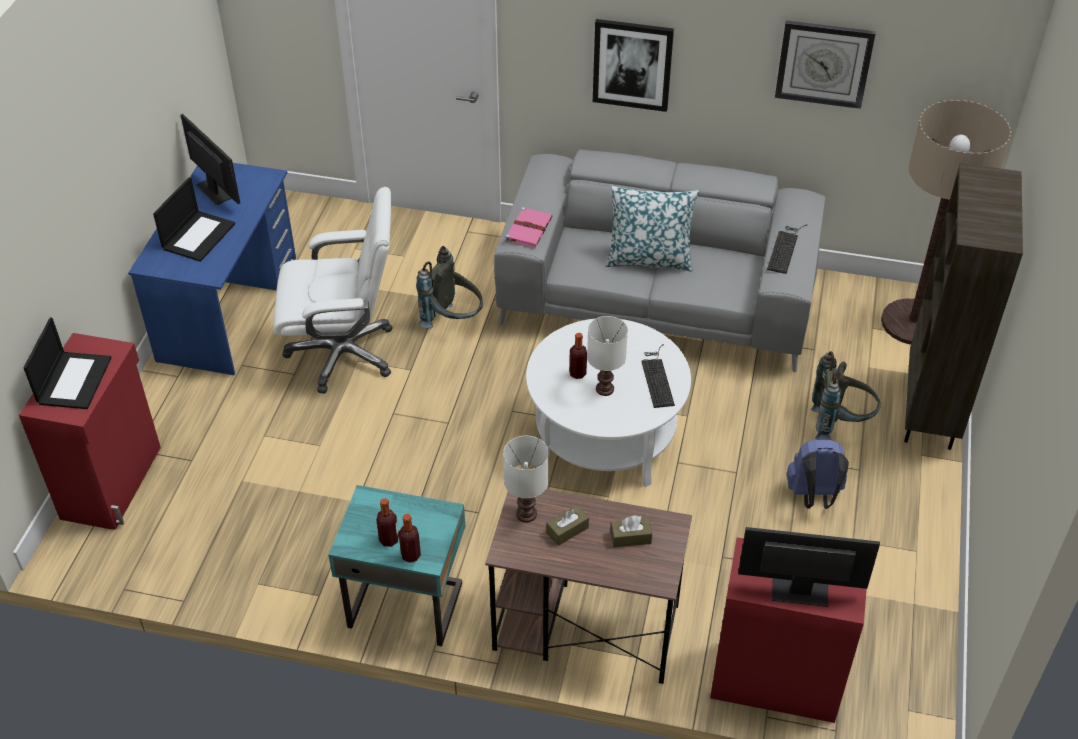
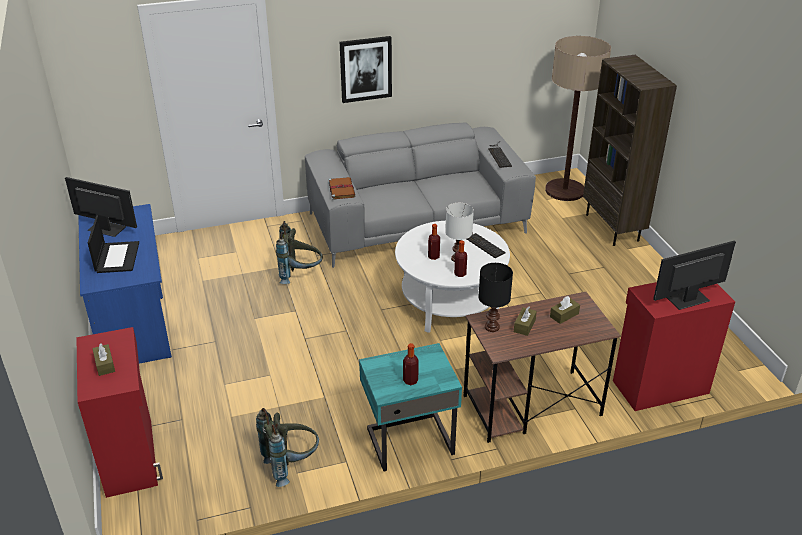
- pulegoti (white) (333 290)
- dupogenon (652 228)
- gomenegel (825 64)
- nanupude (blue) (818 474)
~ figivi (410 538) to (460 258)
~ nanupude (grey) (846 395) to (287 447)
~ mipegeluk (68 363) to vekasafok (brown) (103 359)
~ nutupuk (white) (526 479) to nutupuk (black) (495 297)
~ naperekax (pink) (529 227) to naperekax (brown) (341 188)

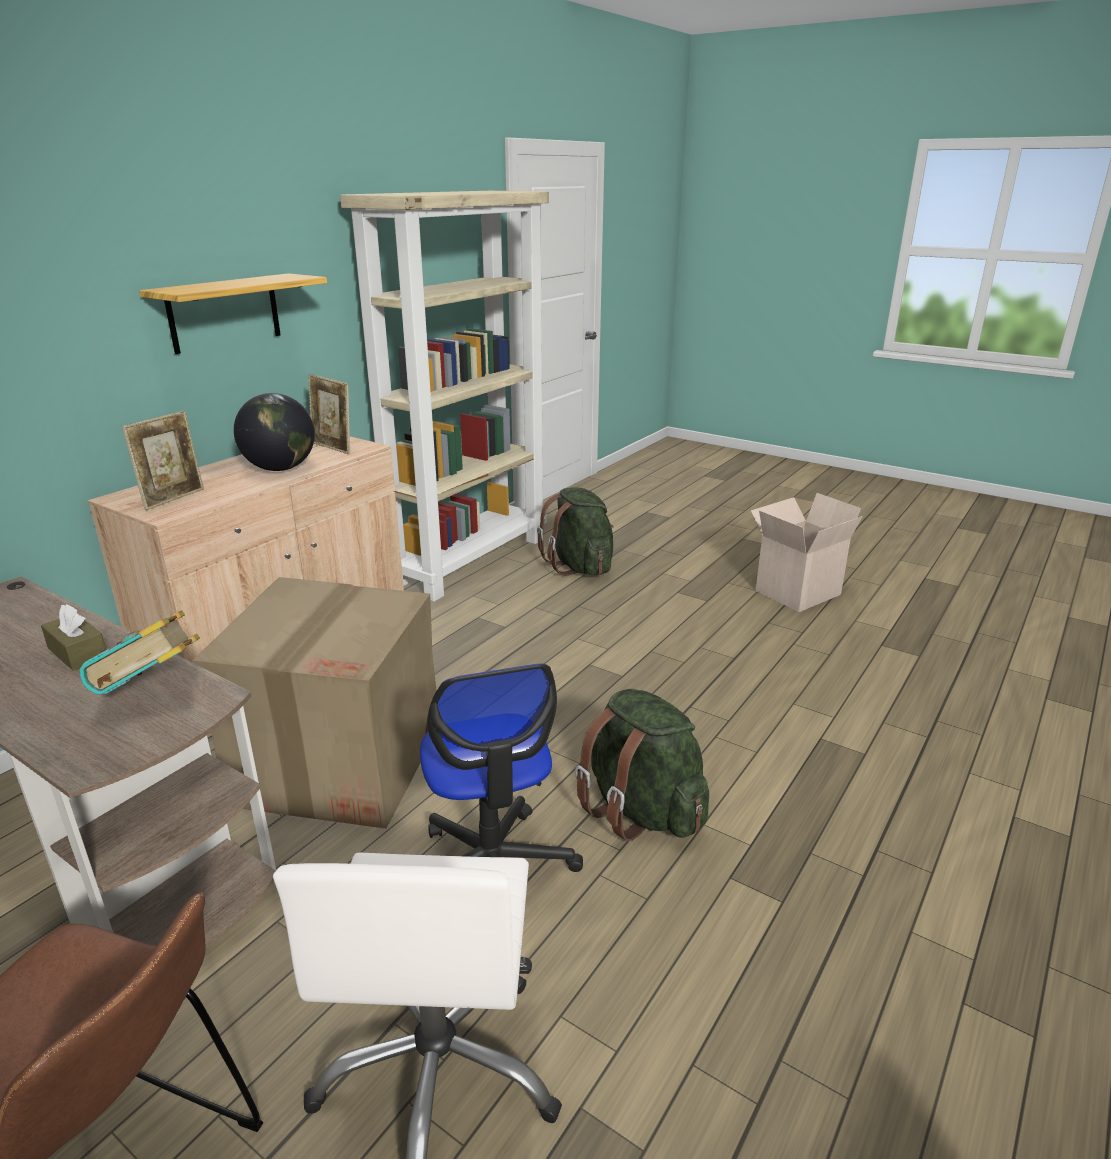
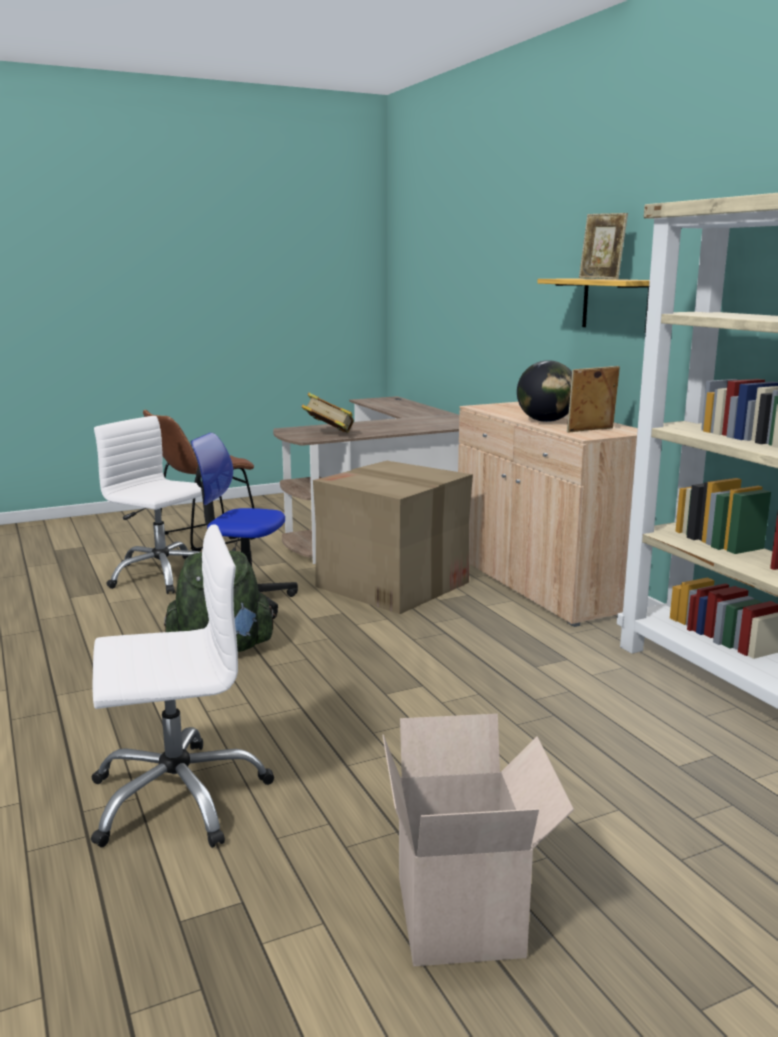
- vekasafok (brown) (73 637)
- nanupude (green) (575 531)
+ pulegoti (white) (182 686)
~ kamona (163 460) to (603 246)

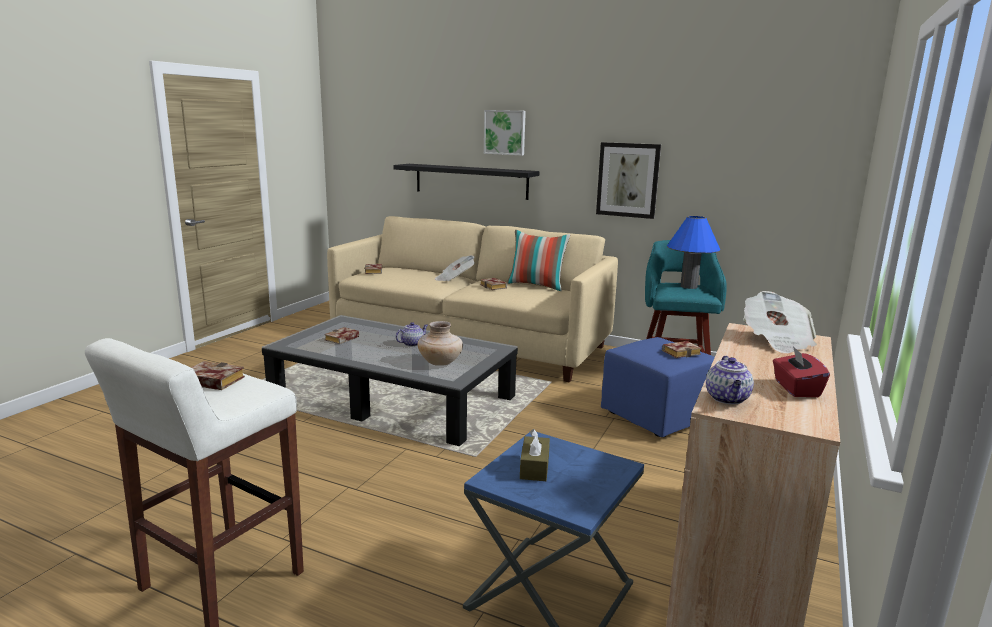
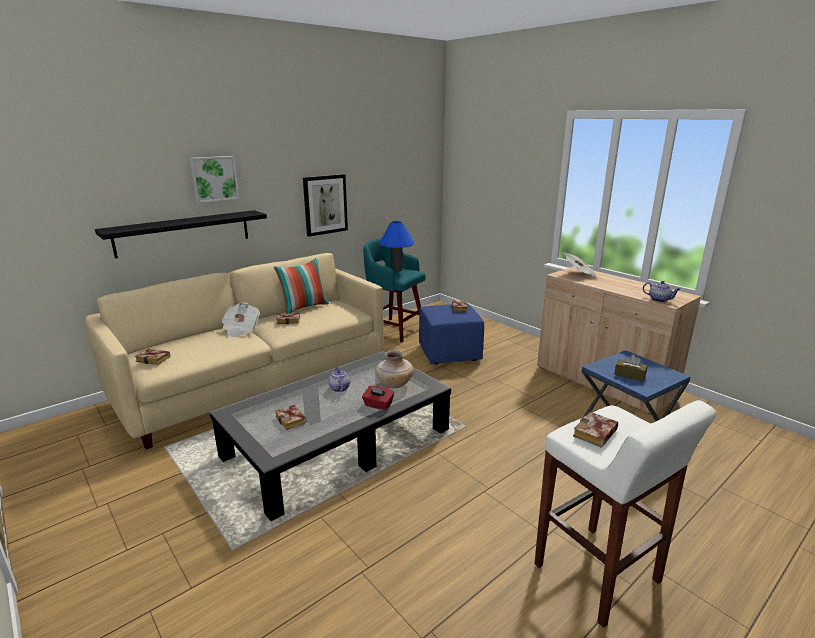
~ vekasafok (red) (801 371) to (378 398)

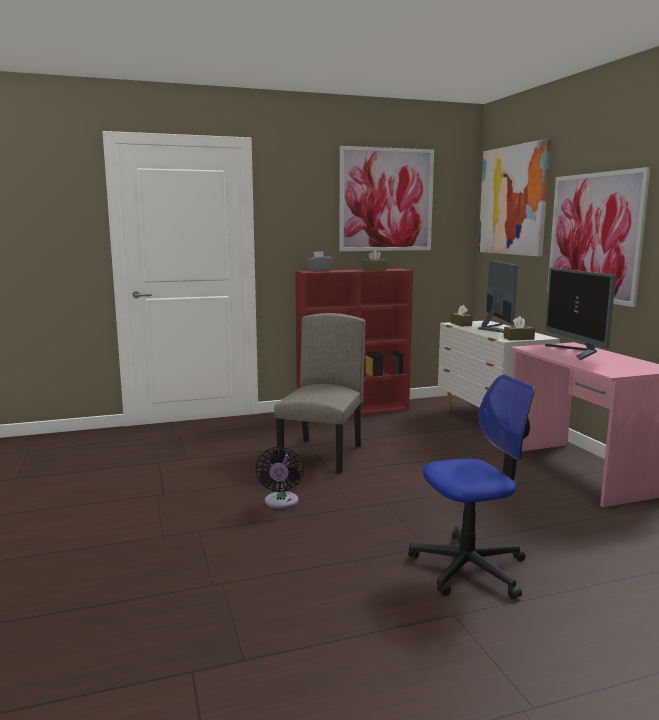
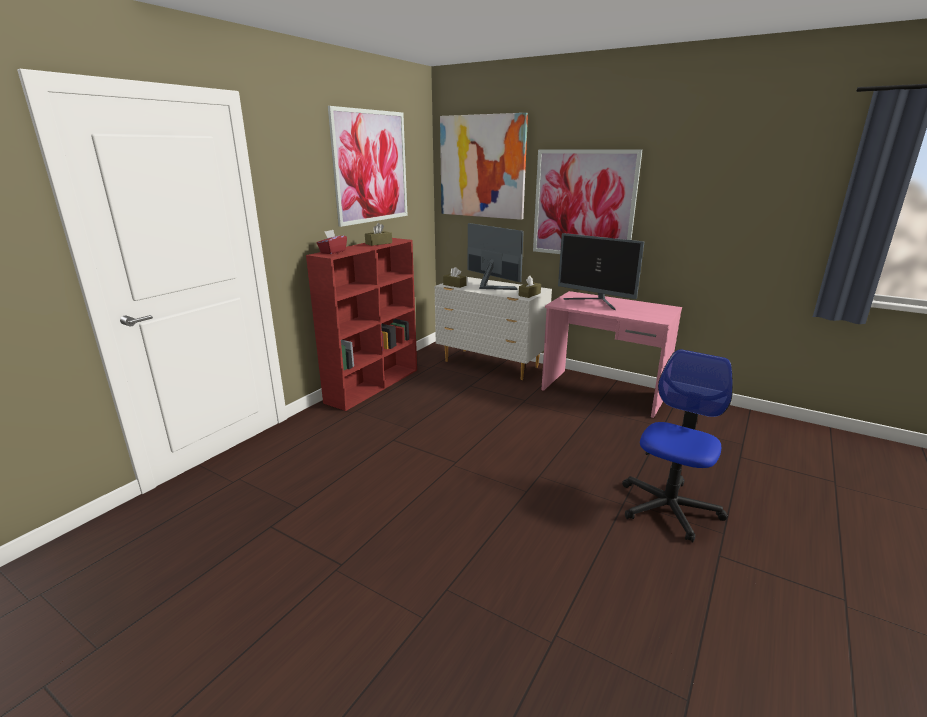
- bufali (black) (279 477)
- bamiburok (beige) (319 393)
~ vekasafok (grey) (319 261) to vekasafok (red) (332 242)

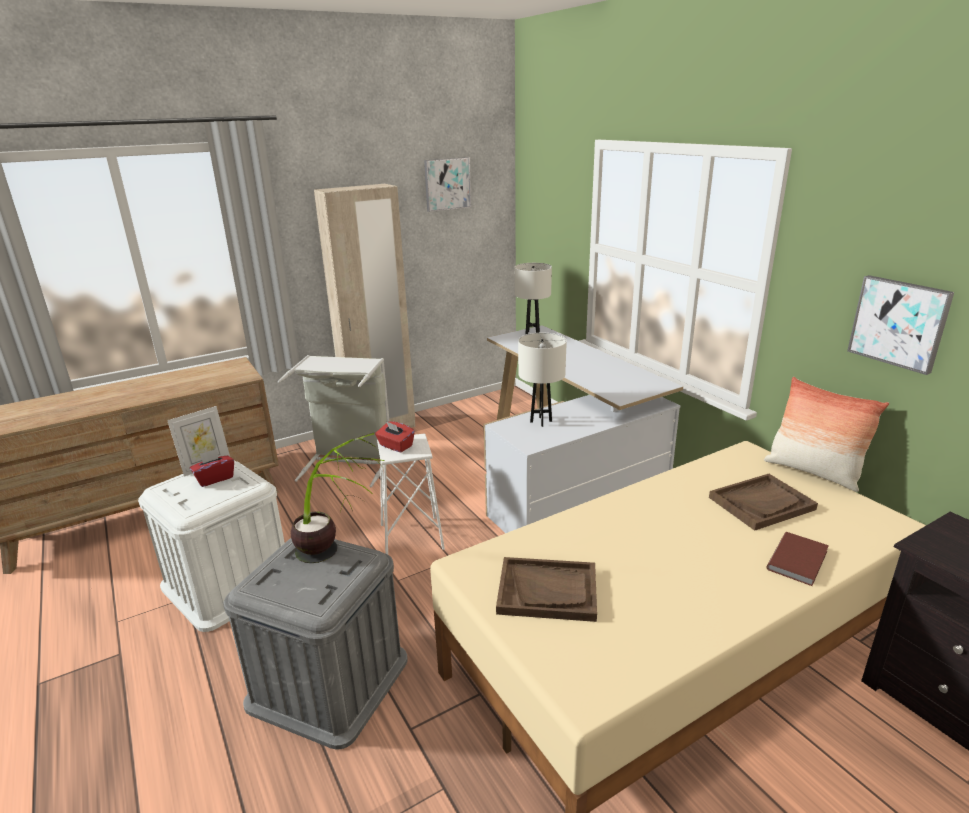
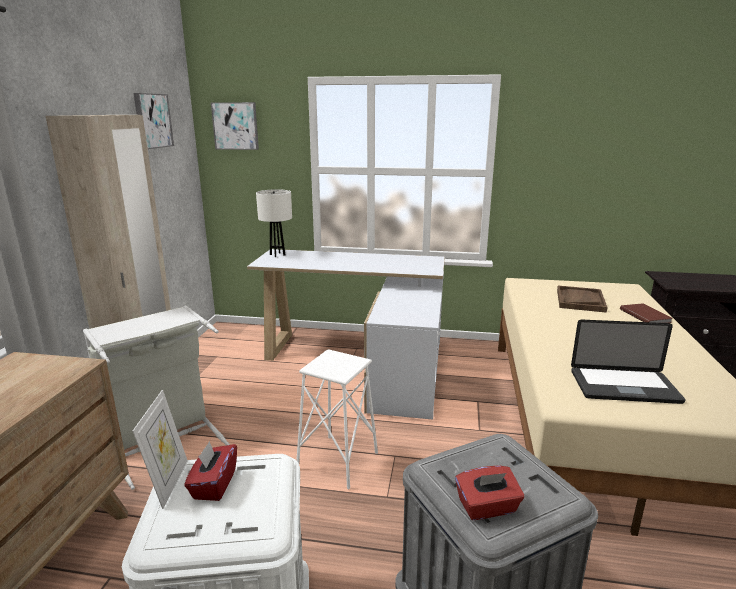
- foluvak (338 498)
- nutupuk (white) (542 380)
- dupogenon (826 434)
~ vekasafok (red) (395 436) to (489 493)
~ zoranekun (900 325) to (235 126)
~ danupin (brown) (546 589) to mipegeluk (628 362)

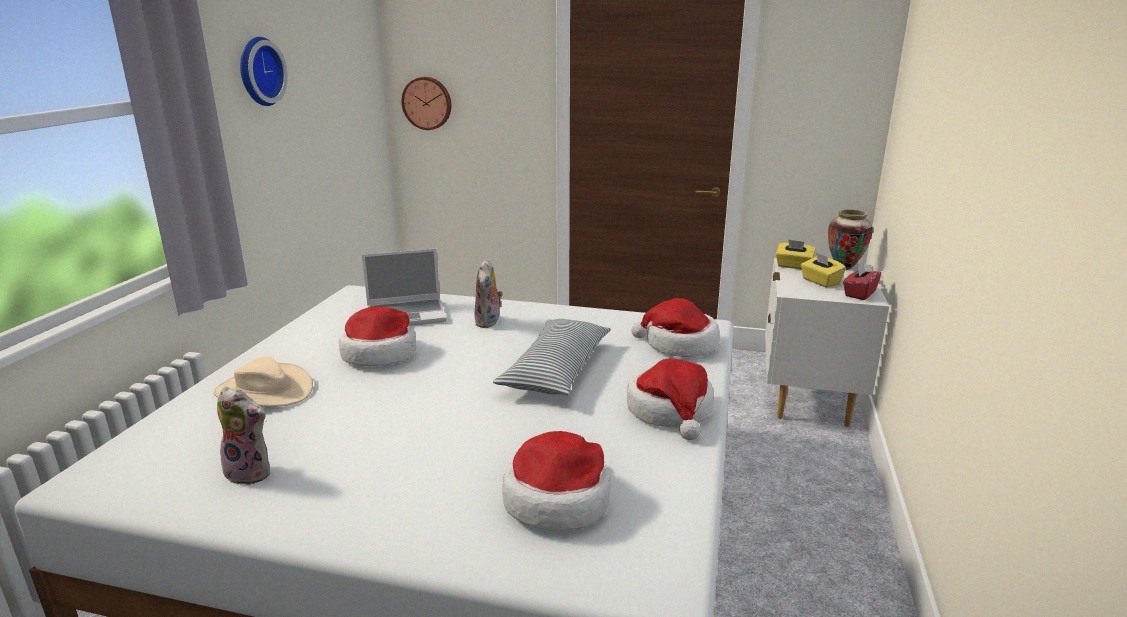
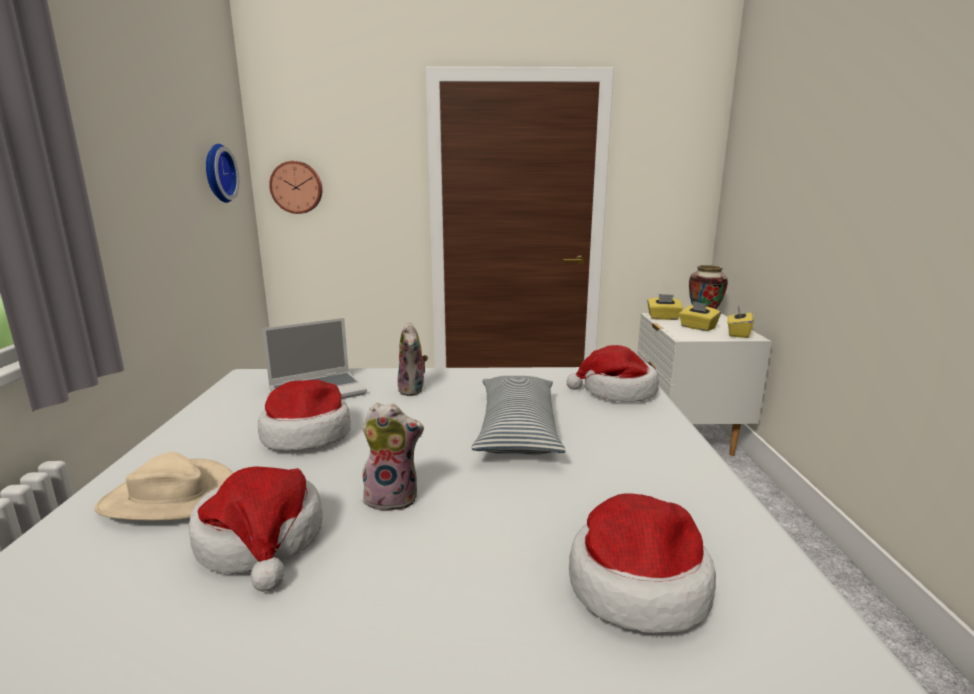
~ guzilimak (243 436) to (393 457)
~ gomenegel (264 71) to (222 173)
~ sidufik (670 399) to (256 529)
~ vekasafok (red) (862 281) to vekasafok (yellow) (740 322)

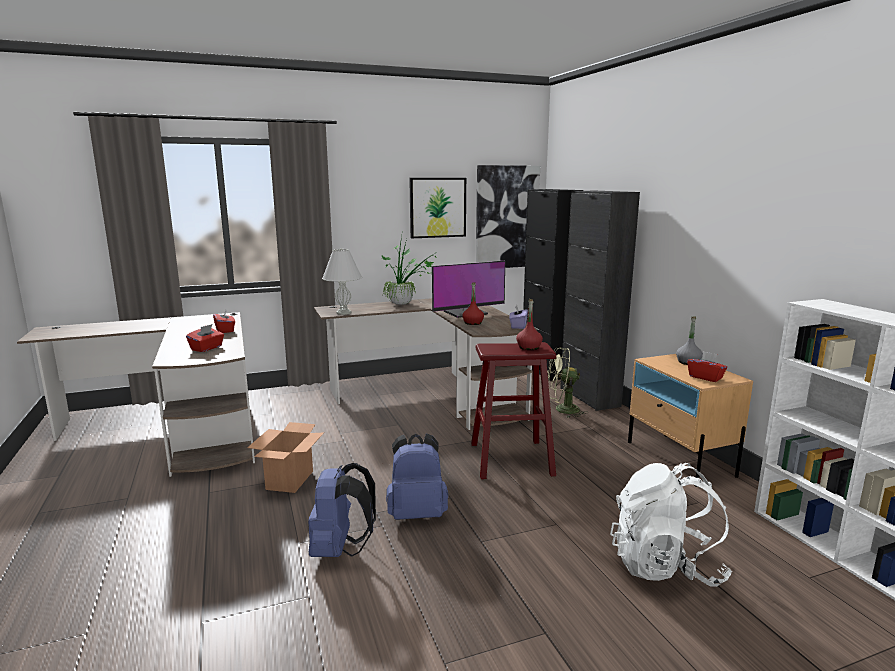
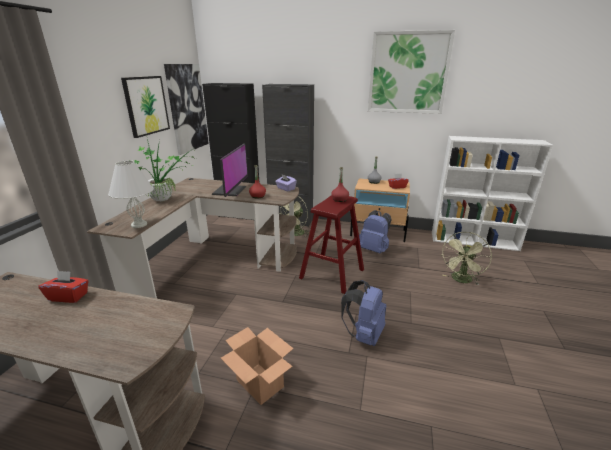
- vekasafok (red) (205 338)
+ zoranekun (411 72)
~ nanupude (blue) (342 510) to (375 231)
~ nanupude (white) (671 525) to bufali (green) (466 258)

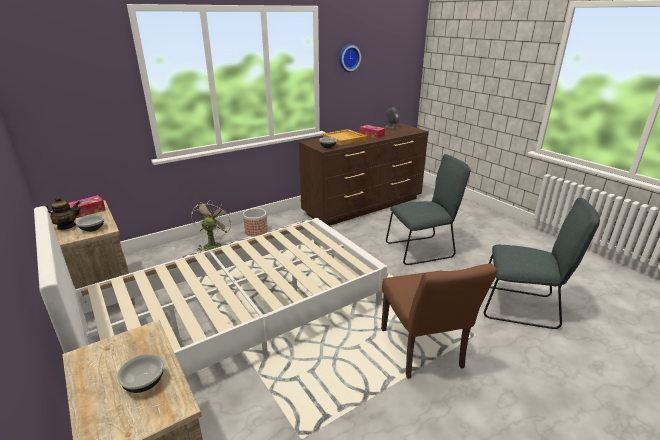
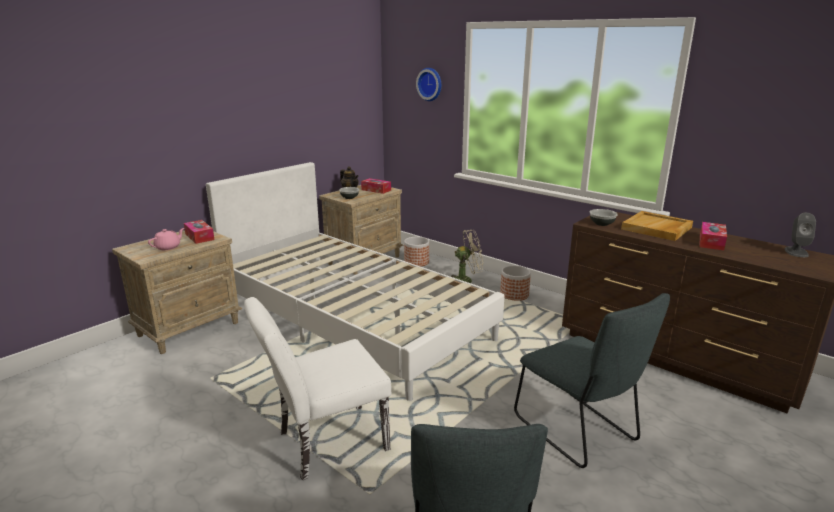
+ vekasafok (199 232)
+ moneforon (416 251)
~ gomenegel (350 58) to (428 84)
~ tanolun (140 373) to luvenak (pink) (166 239)
~ bamiburok (brown) (439 321) to bamiburok (white) (318 388)

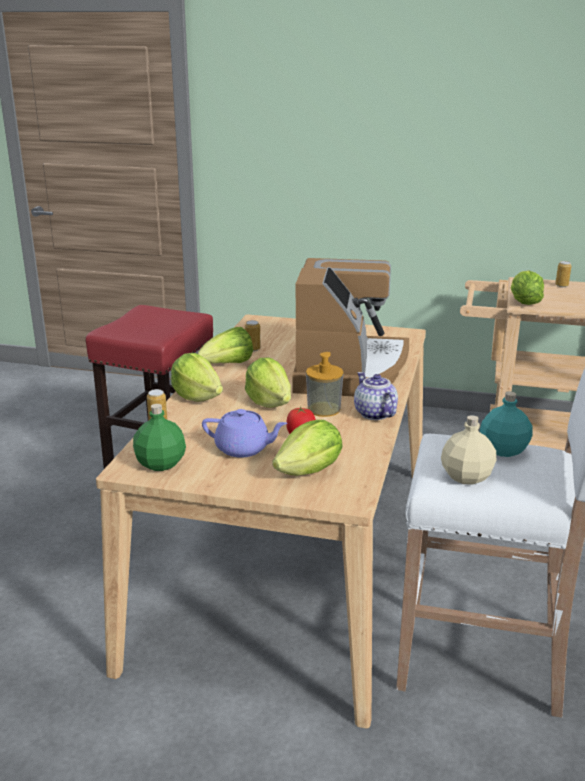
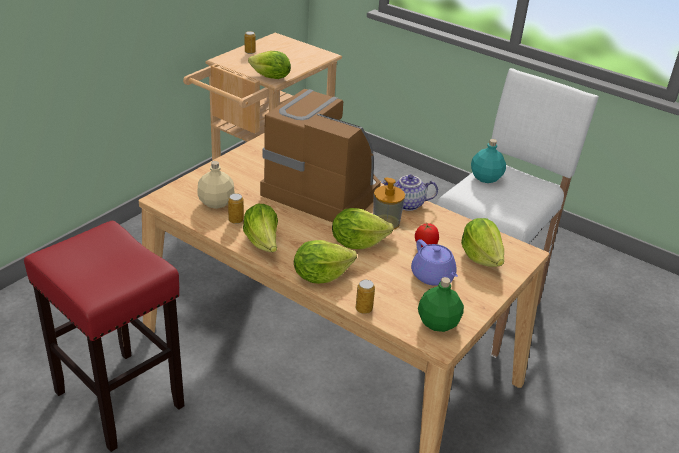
~ figivi (beige) (468 450) to (216 185)
~ luvenak (purple) (244 433) = (434 262) 120 degrees clockwise

